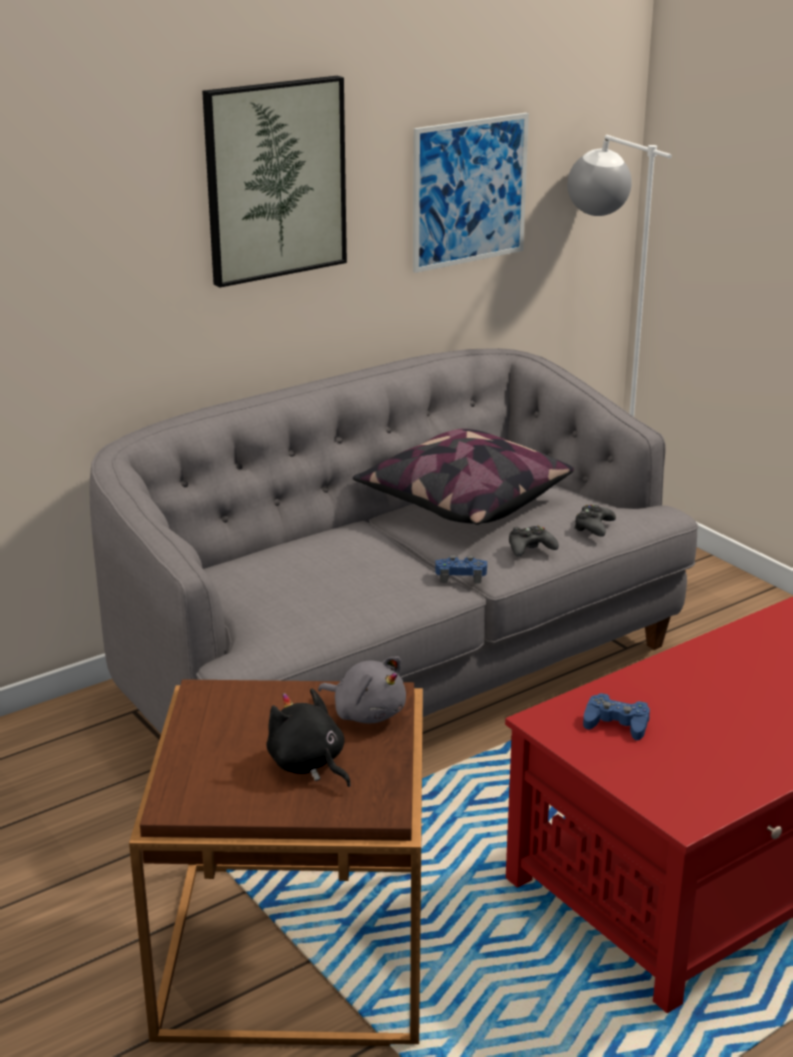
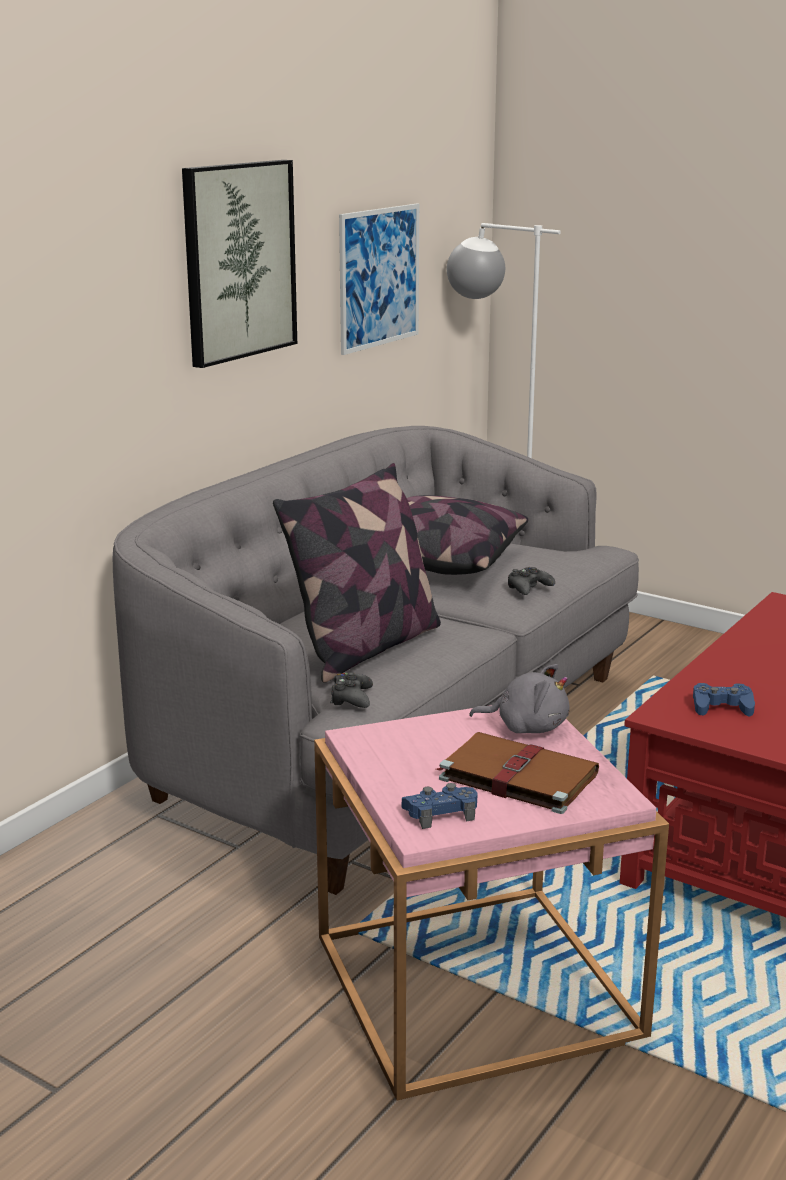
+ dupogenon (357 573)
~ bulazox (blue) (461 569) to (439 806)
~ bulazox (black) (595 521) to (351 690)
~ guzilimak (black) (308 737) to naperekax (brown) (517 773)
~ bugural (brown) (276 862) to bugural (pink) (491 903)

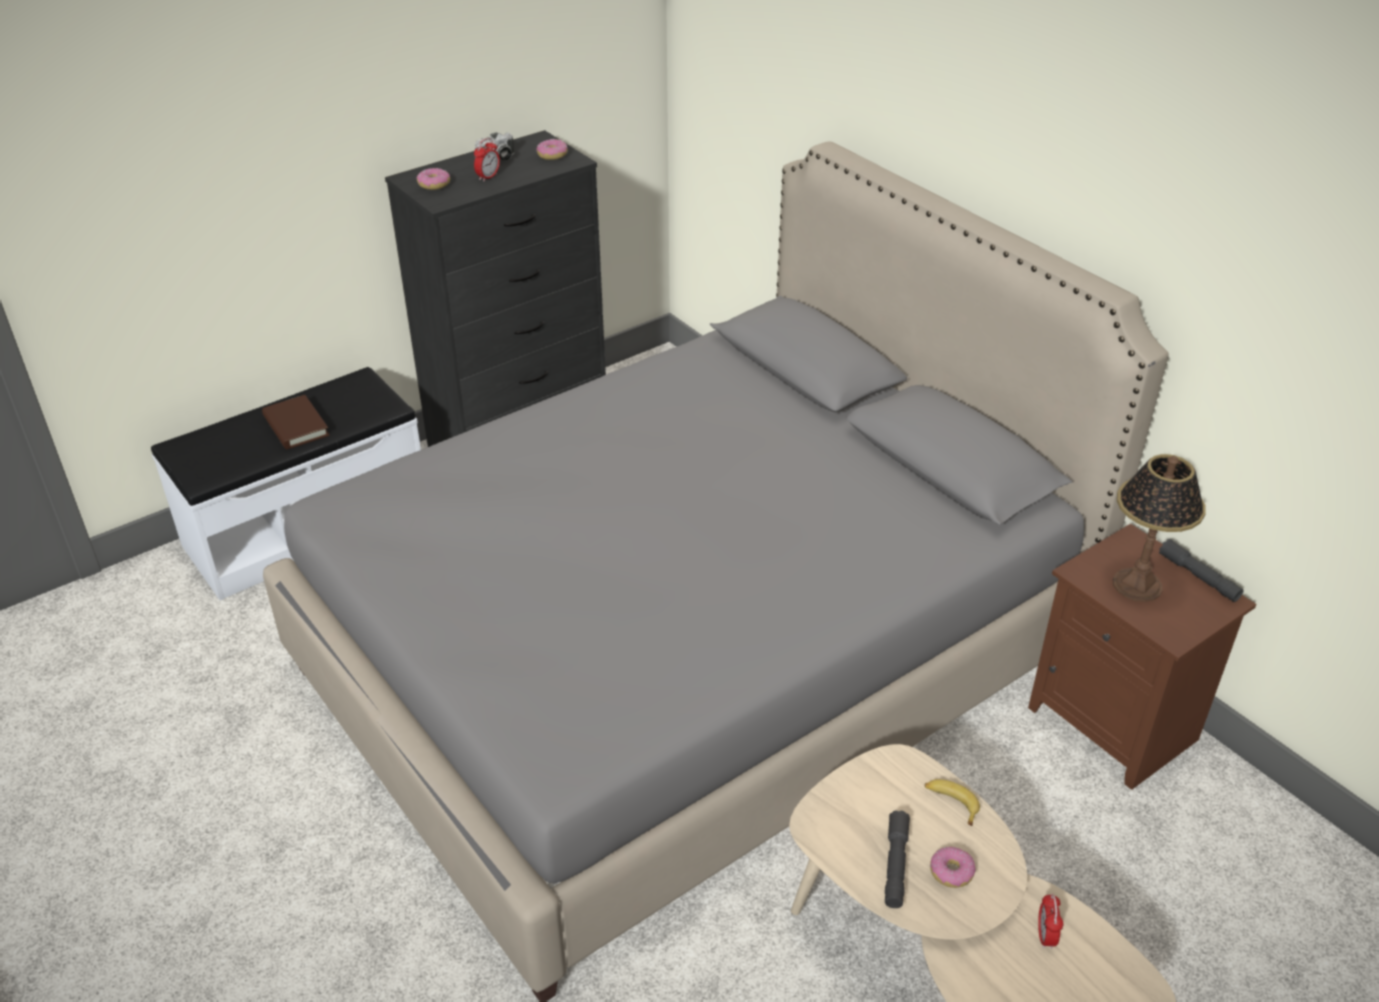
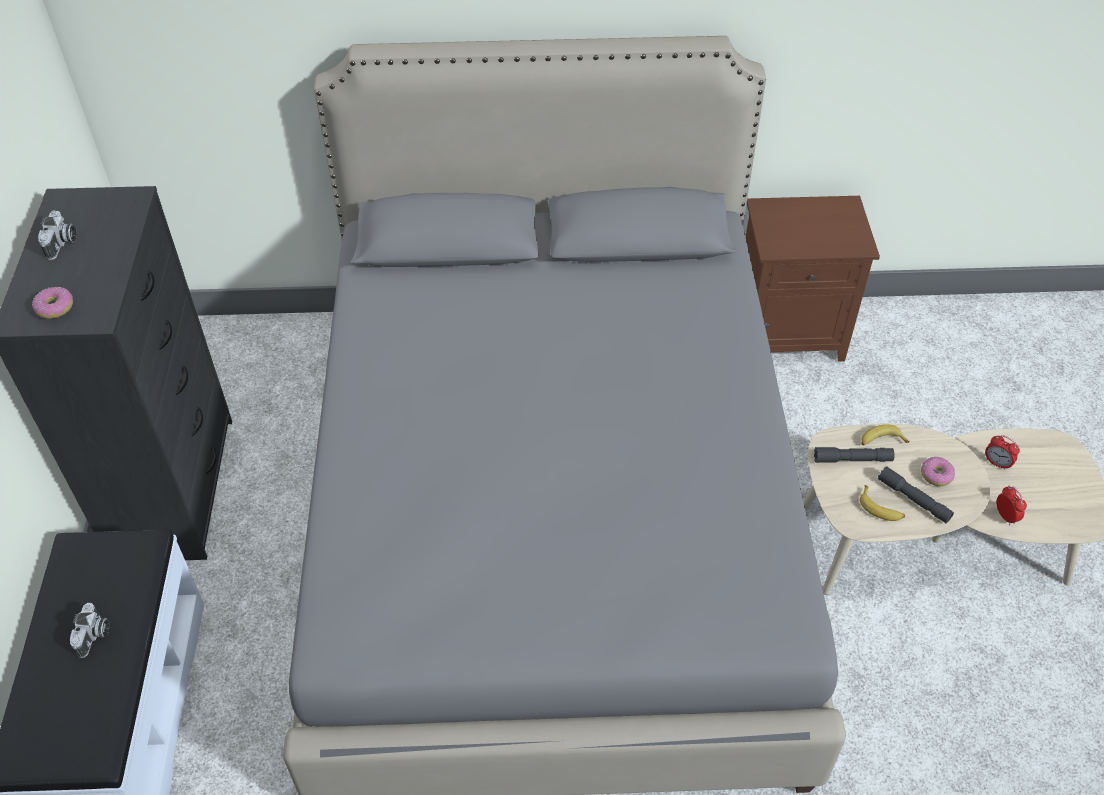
- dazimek (552 149)
- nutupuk (1159 528)
+ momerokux (882 503)
~ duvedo (487 159) to (1011 506)
~ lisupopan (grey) (1201 570) to (854 455)
~ naperekax (brown) (296 422) to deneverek (90 630)

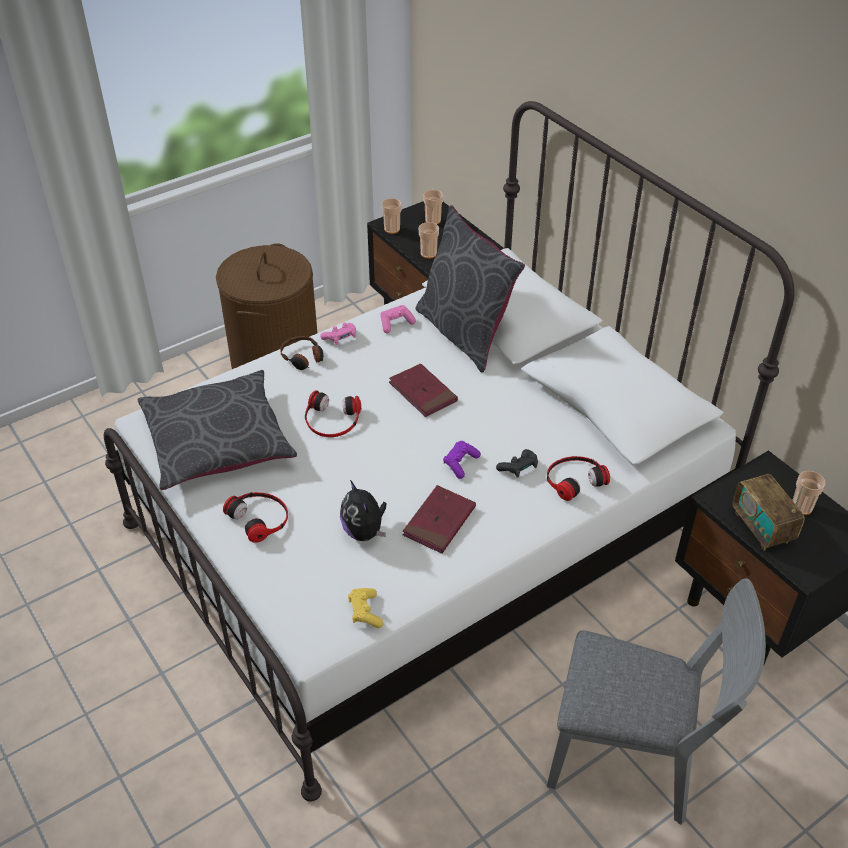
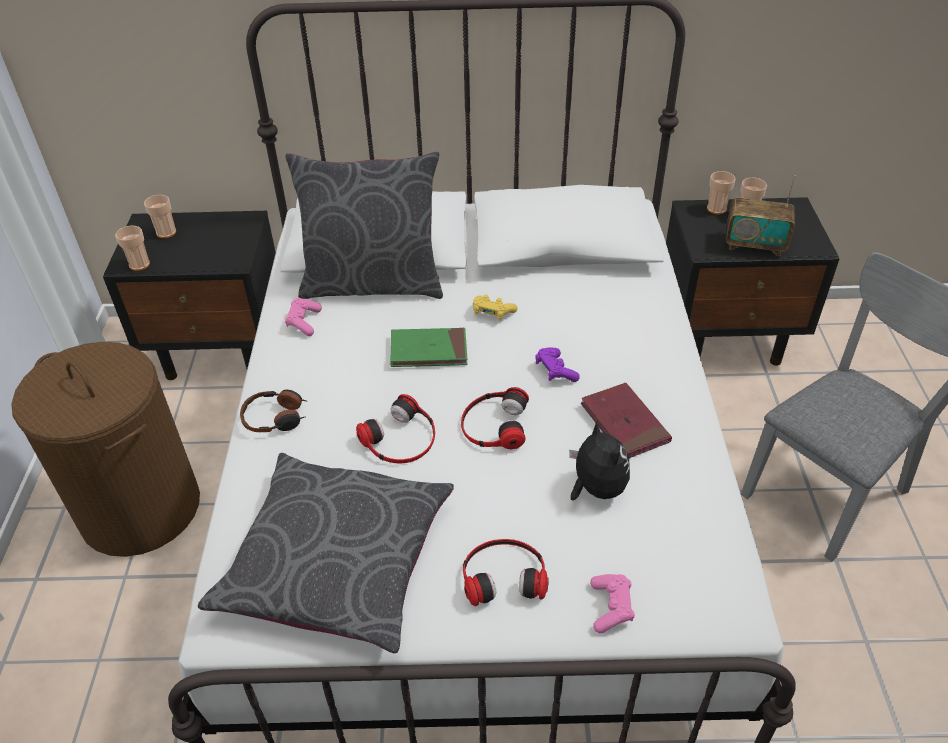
- bulazox (black) (517 463)
~ bulazox (pink) (338 334) to (612 604)
~ bulazox (yellow) (366 608) to (495 308)
~ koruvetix (429 240) to (721 192)
~ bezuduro (578 478) to (495 418)
~ naperekax (red) (423 390) to naperekax (green) (428 347)
~ guzilimak (363 510) = (600 460) 120 degrees counterclockwise

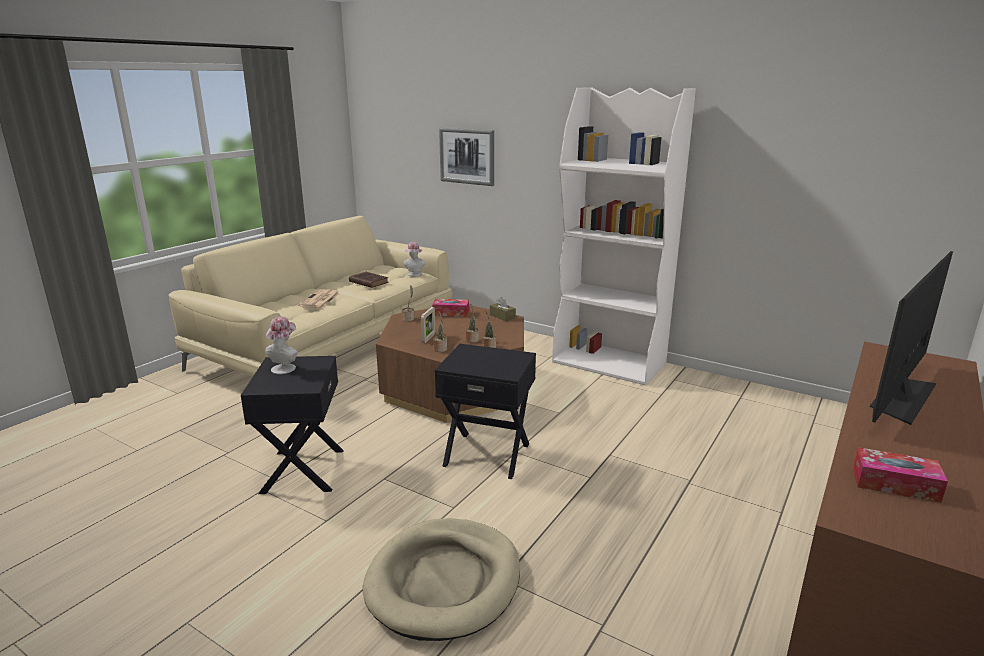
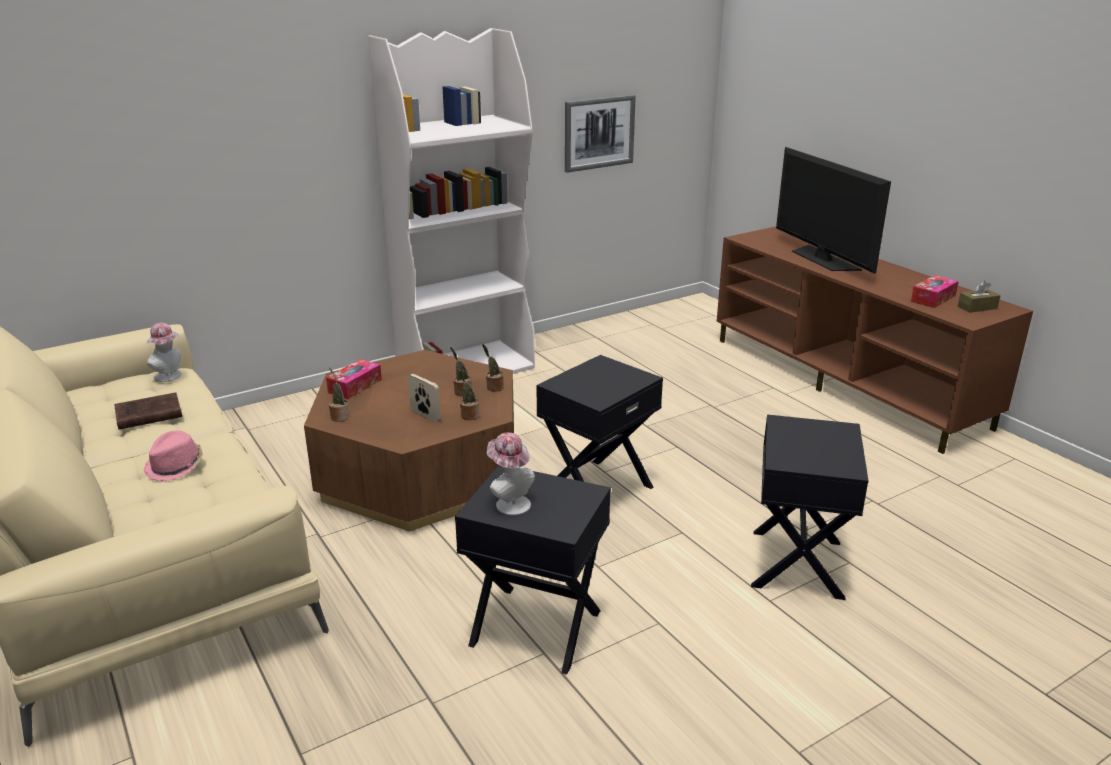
~ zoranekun (466 157) to (600 134)
~ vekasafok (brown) (503 309) to (979 297)
~ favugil (319 298) to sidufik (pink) (173 456)
~ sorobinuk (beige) (441 579) to bugural (black) (810 507)

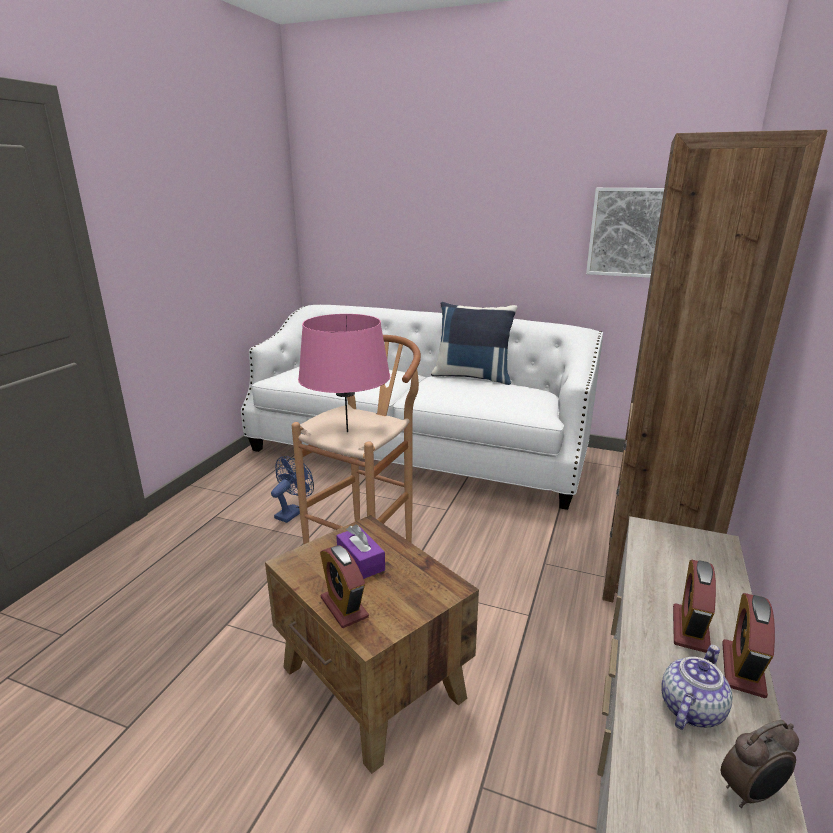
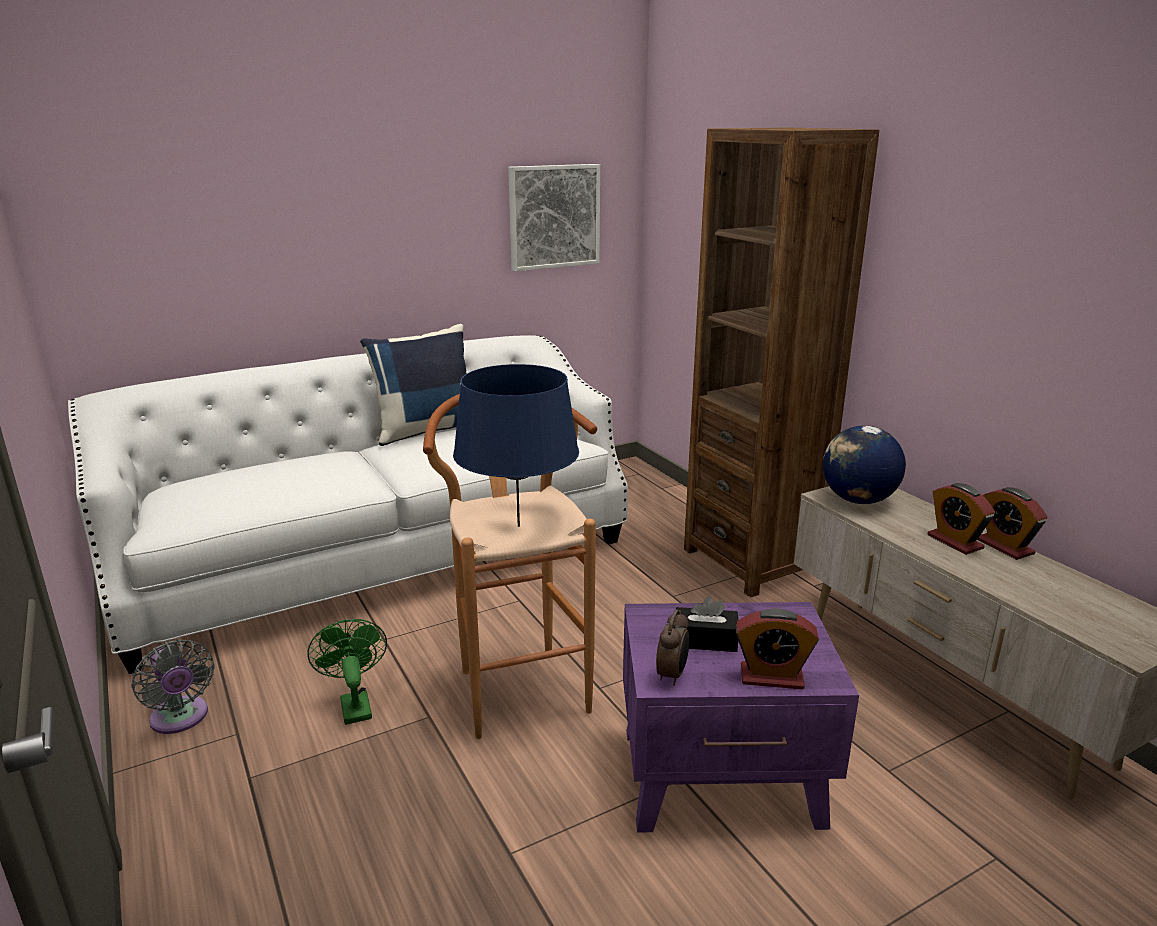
- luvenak (696 687)
+ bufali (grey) (172 686)
+ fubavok (864 465)
~ duvedo (760 764) to (672 648)
~ bugural (brown) (372 644) to bugural (purple) (741 717)
~ bufali (blue) (292 489) to bufali (green) (347 672)
~ nutupuk (pink) (344 373) to nutupuk (blue) (516 445)
~ vekasafok (purple) (360 552) to vekasafok (black) (707 624)

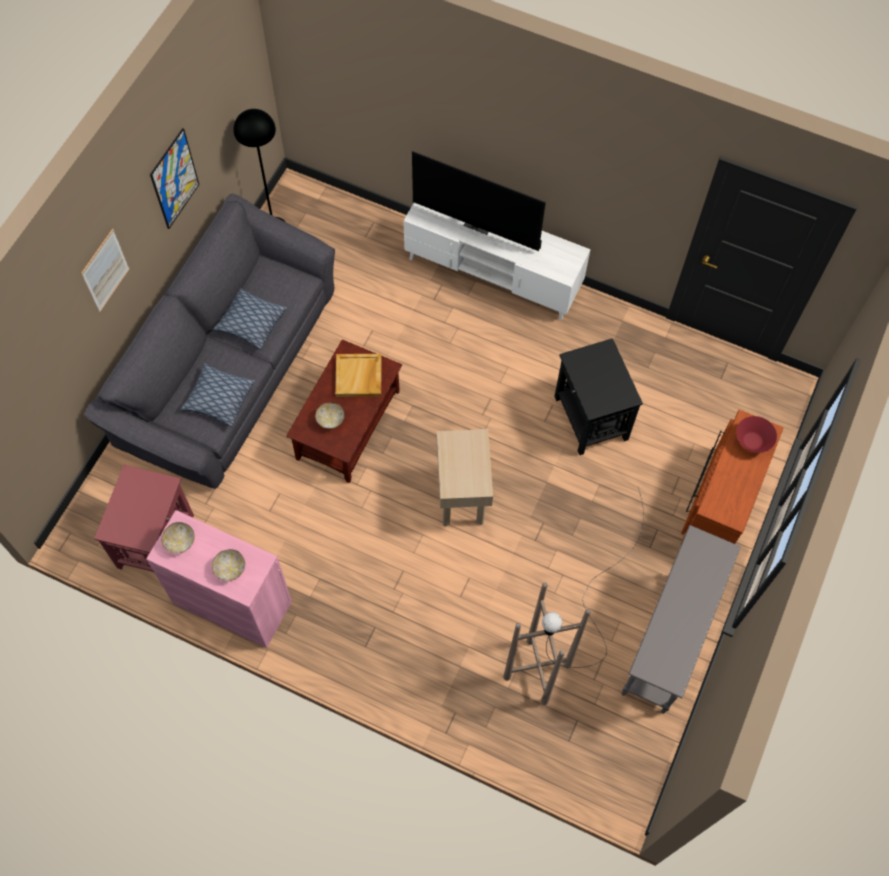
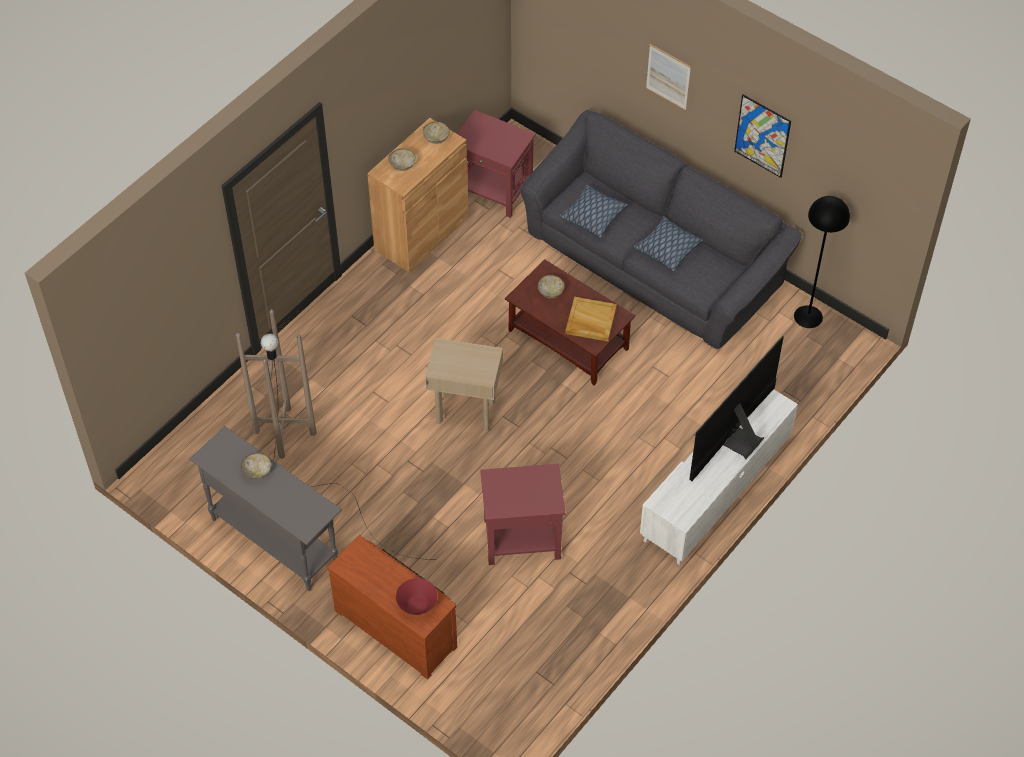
+ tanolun (256 466)
~ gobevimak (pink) (219 579) to gobevimak (brown) (417 195)
~ bugural (black) (598 396) to bugural (red) (522 514)

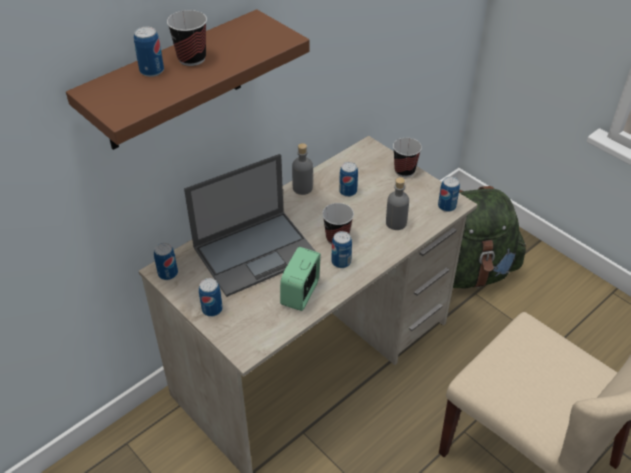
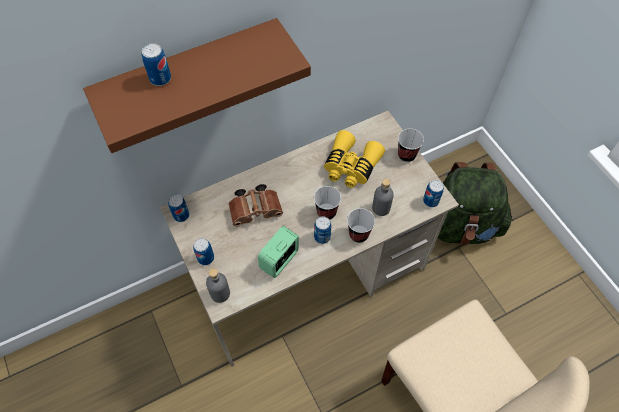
~ koruvetix (187 38) to (361 225)
~ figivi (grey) (302 169) to (218 285)
~ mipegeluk (250 225) to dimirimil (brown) (256 205)
~ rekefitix (348 179) to dimirimil (yellow) (354 159)

